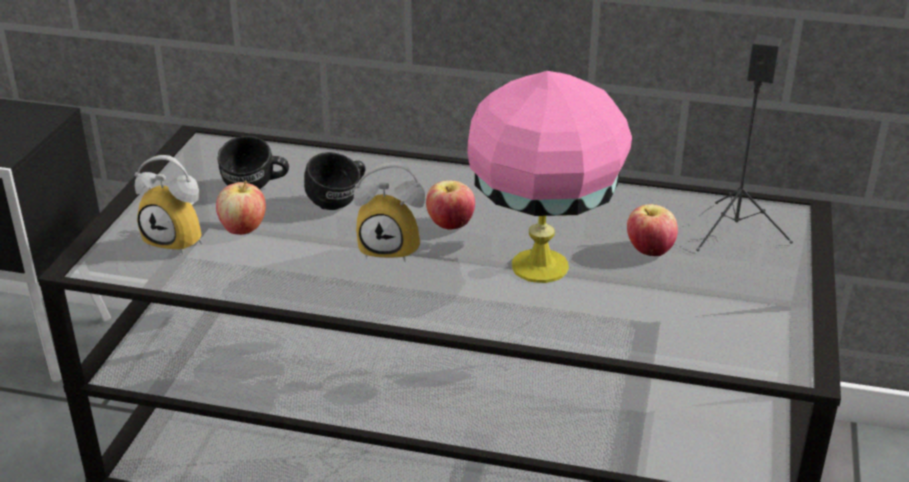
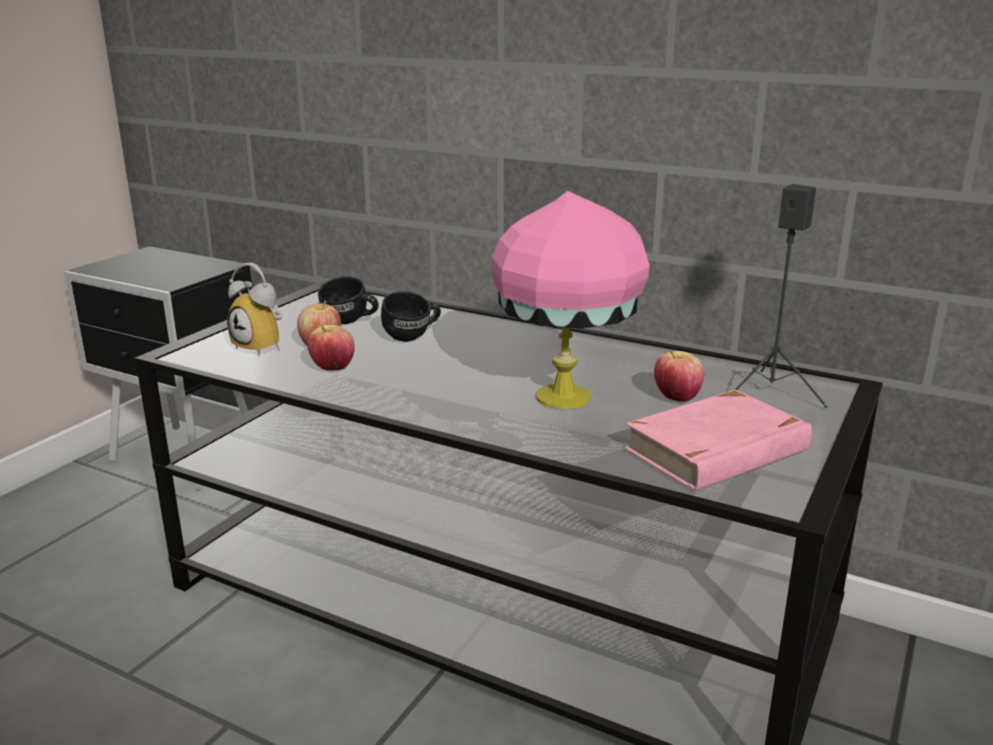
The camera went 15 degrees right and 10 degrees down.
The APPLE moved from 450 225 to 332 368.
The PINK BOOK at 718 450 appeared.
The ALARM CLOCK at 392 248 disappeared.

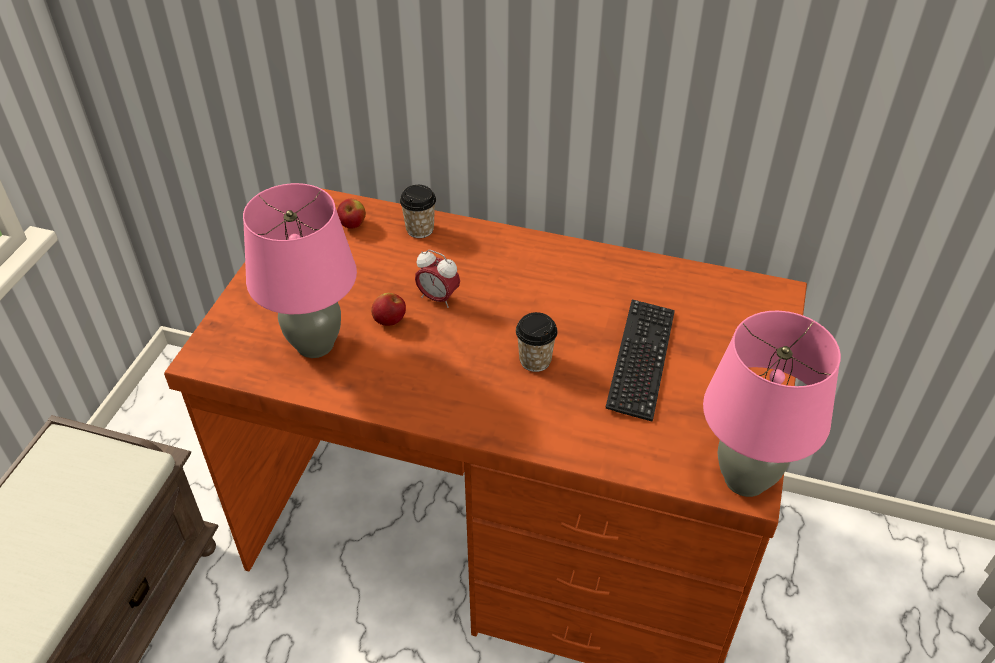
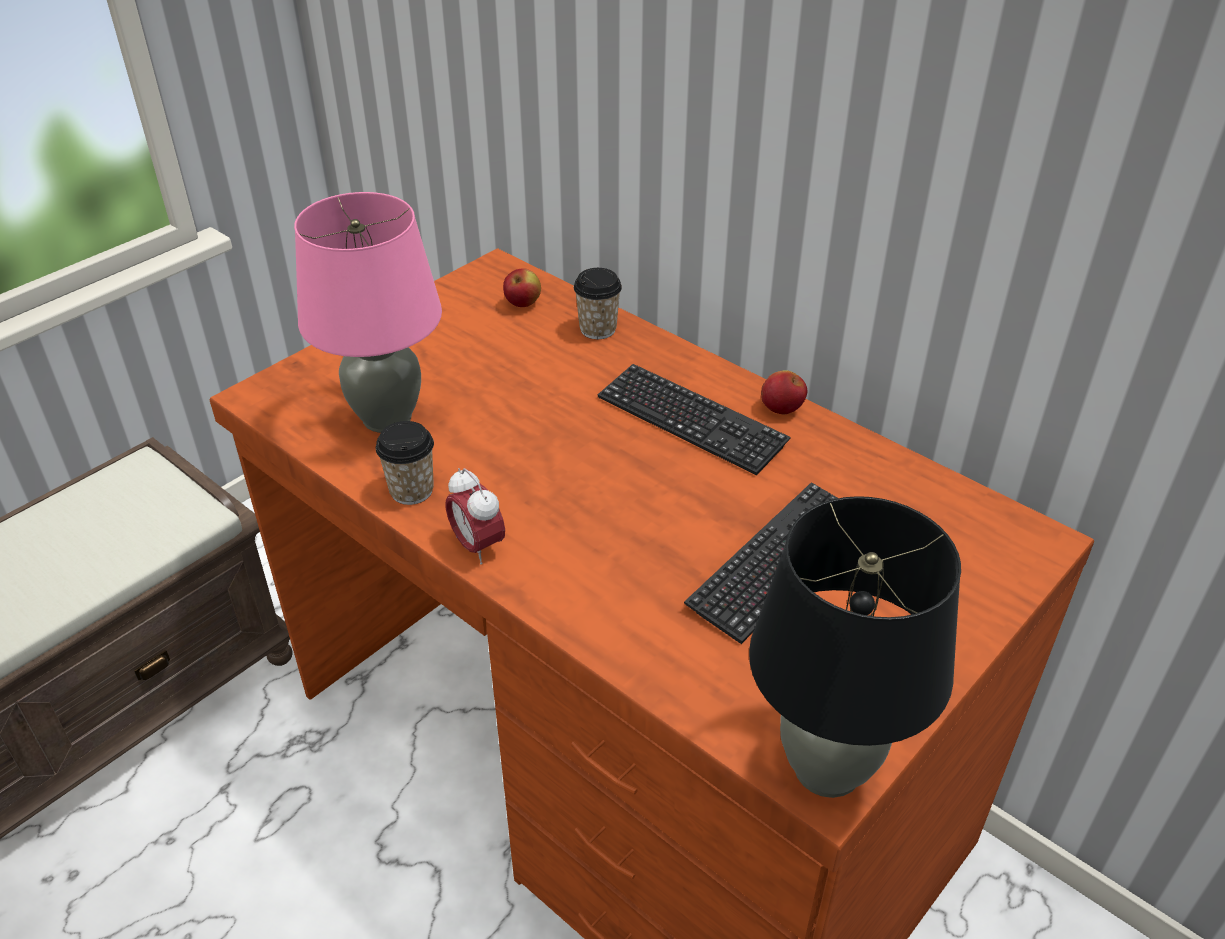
The camera went 25 degrees right and 5 degrees down.
The CUP moved from 535 360 to 411 490.
The ALARM CLOCK moved from 438 298 to 478 546.
The KEYBOARD at 691 421 appeared.
The PINK TABLE LAMP at 746 479 became the BLACK TABLE LAMP at 828 770.
The APPLE moved from 389 321 to 781 409.

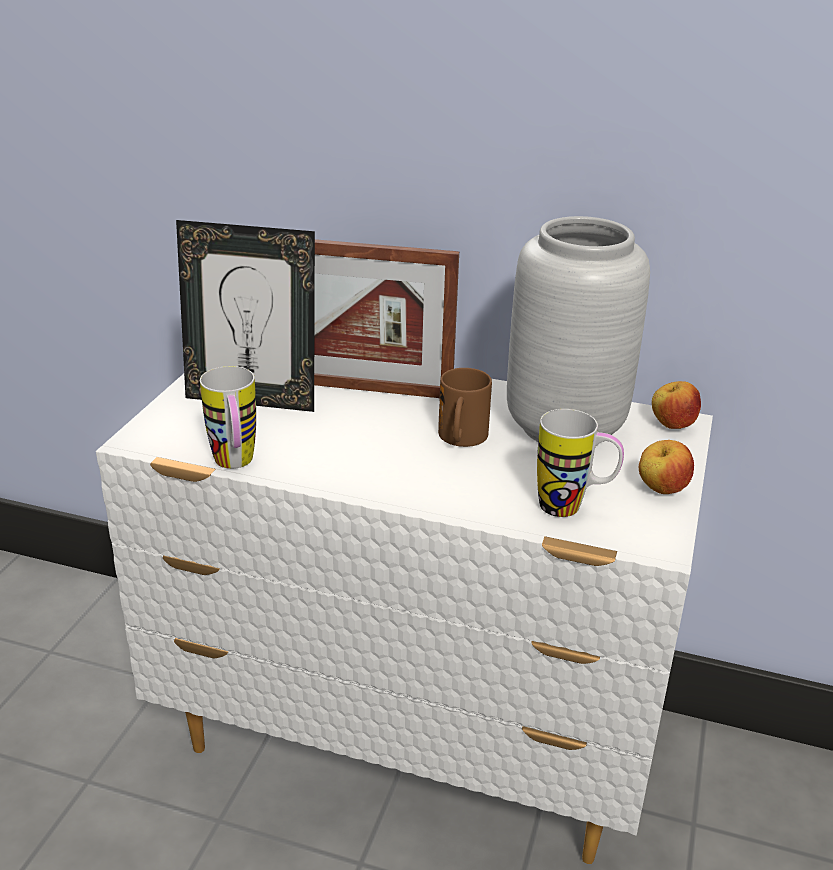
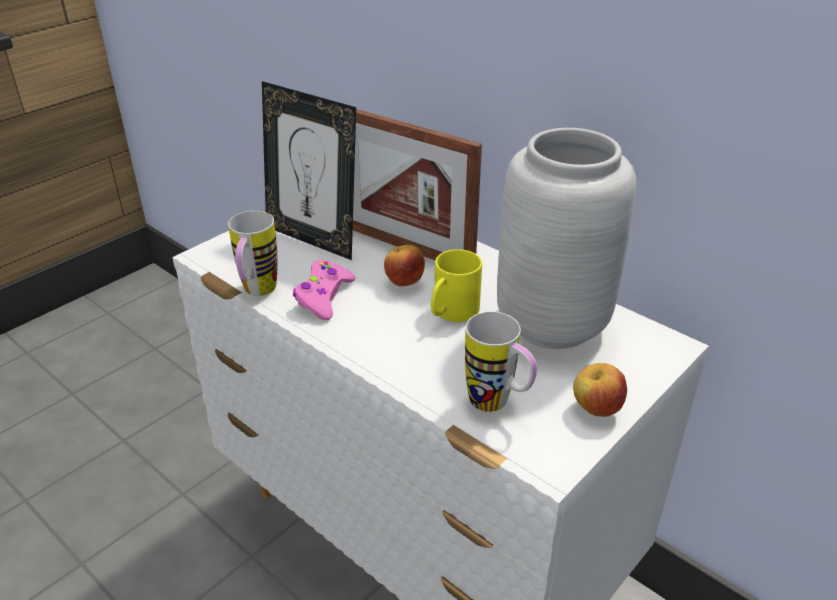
The camera went 25 degrees right and 5 degrees up.
The PINK GAME CONTROLLER at 324 297 appeared.
The APPLE moved from 672 426 to 404 283.
The BROWN MUG at 461 439 became the YELLOW MUG at 451 313.

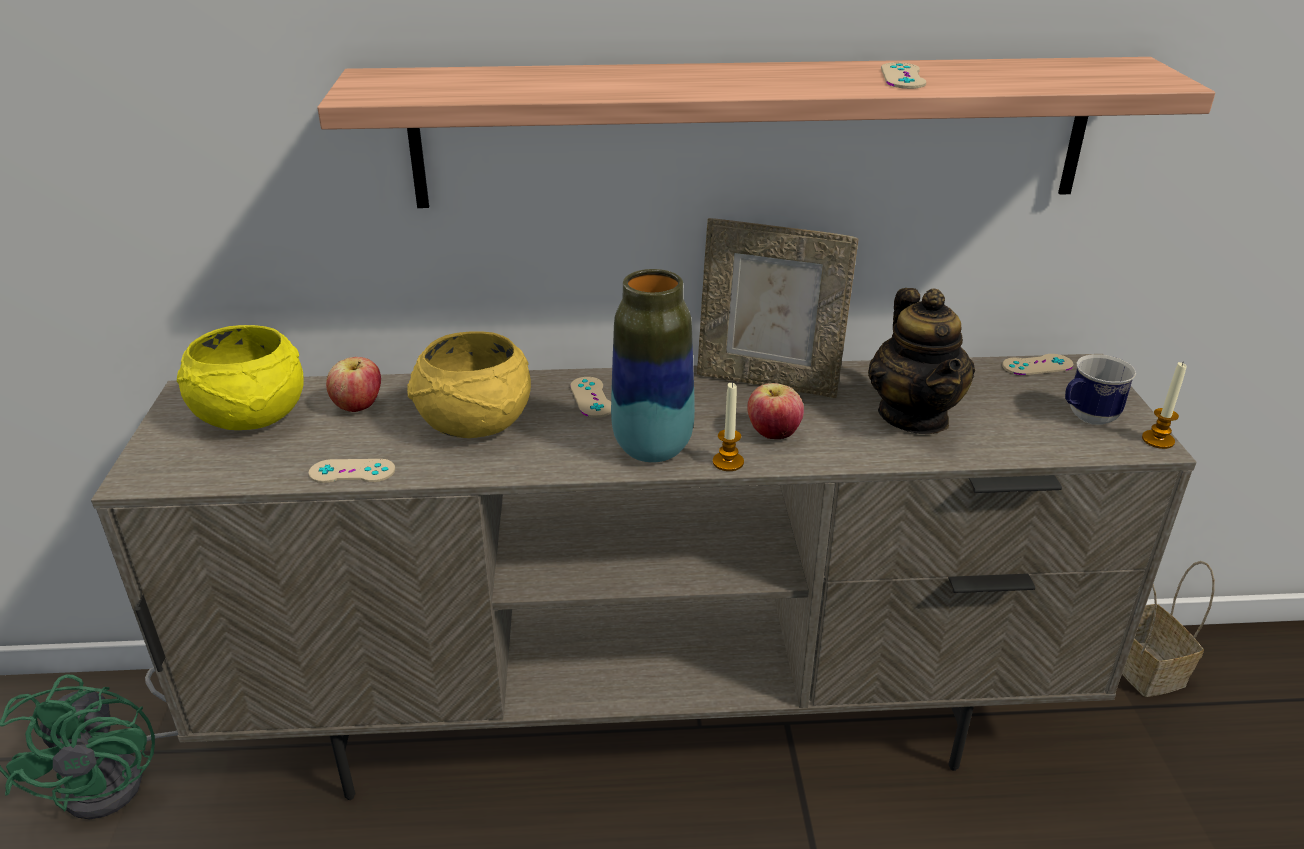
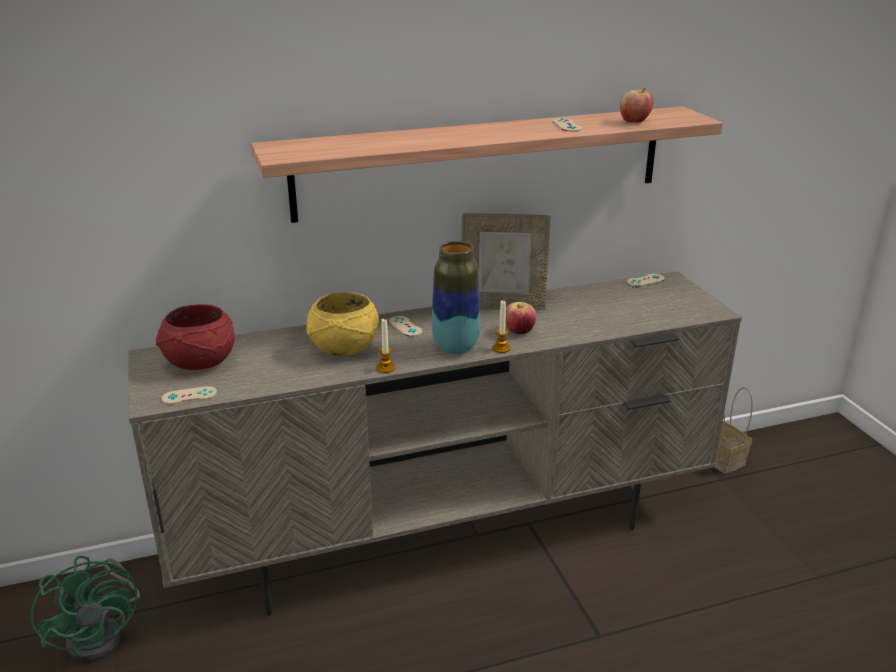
The camera went 15 degrees left and 5 degrees down.
The YELLOW BOWL at 250 417 became the RED BOWL at 199 362.
The BEIGE GAME CONTROLLER moved from 352 471 to 189 396.
The CANDLE moved from 1158 440 to 385 368.
The APPLE moved from 358 406 to 634 122.
The TEAPOT at 914 416 disappeared.
The MUG at 1086 418 disappeared.

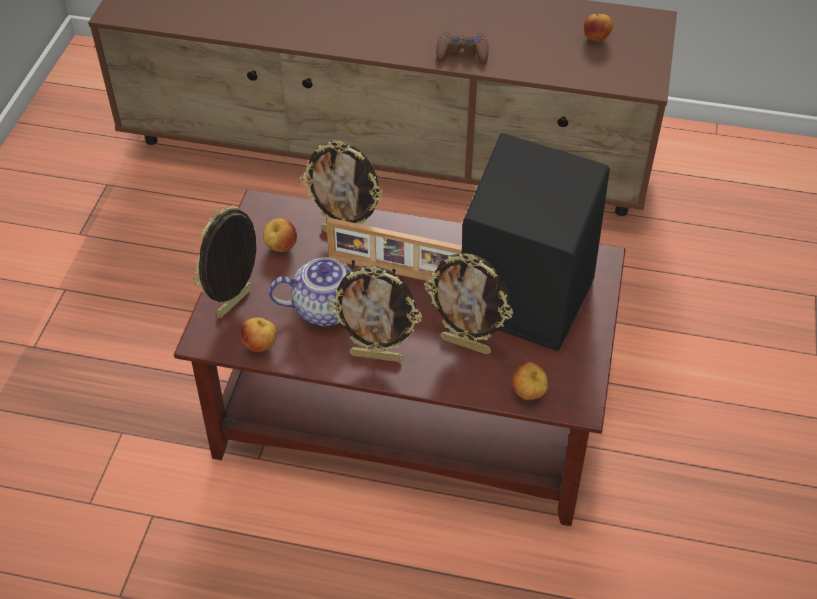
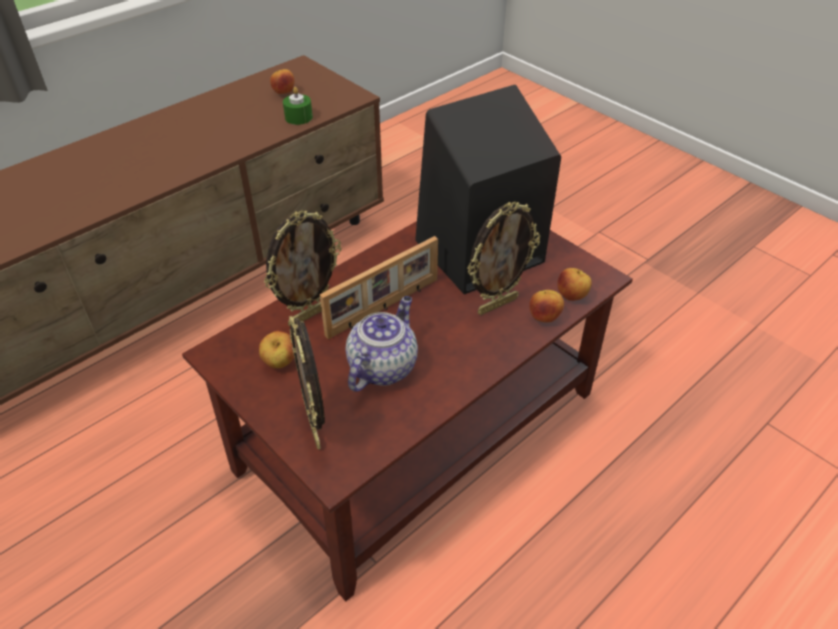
The camera went 55 degrees left and 5 degrees down.
The GREEN CANDLE at 298 117 appeared.
The APPLE moved from 261 346 to 544 317.
The PICTURE FRAME at 377 356 disappeared.
The BROWN GAME CONTROLLER at 462 53 disappeared.

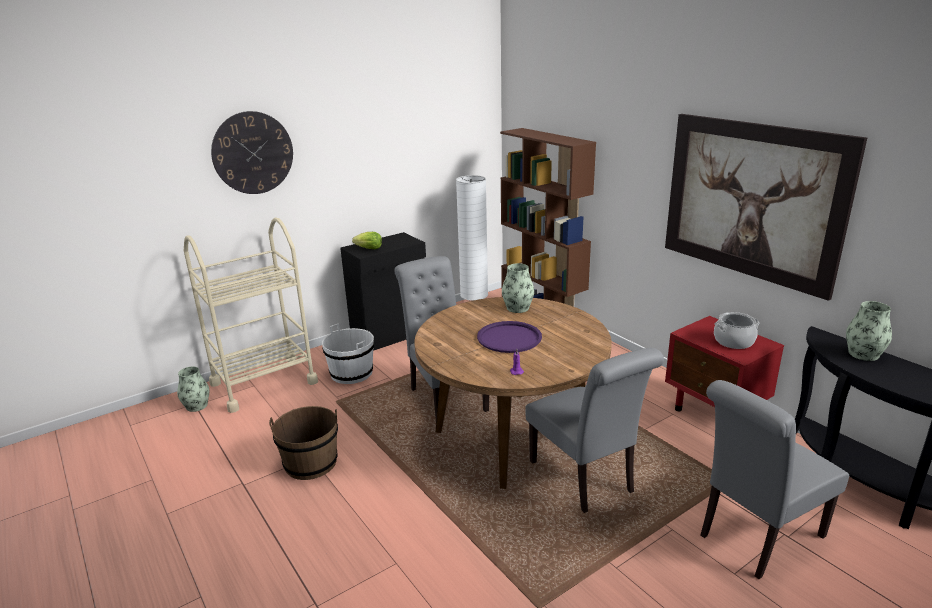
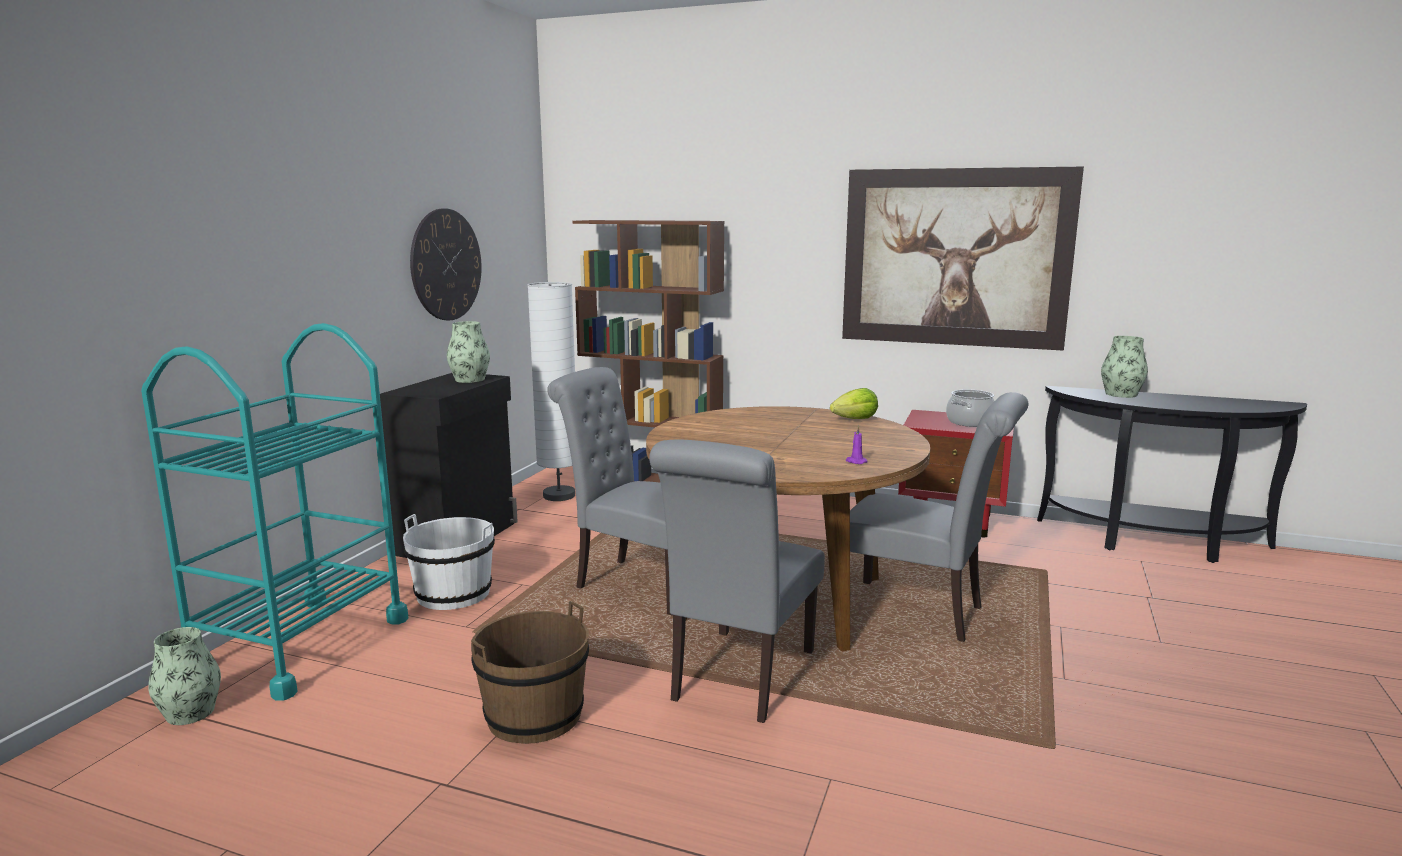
The camera went 35 degrees left and 10 degrees down.
The BEIGE CART at 264 383 became the TURQUOISE CART at 301 645.
The WALL CLOCK moved from 253 153 to 446 265.
The VASE moved from 518 308 to 470 379.
The GREY CHAIR moved from 755 538 to 738 679.
The LETTUCE moved from 369 249 to 855 419.
The PURPLE TRAY at 509 338 disappeared.

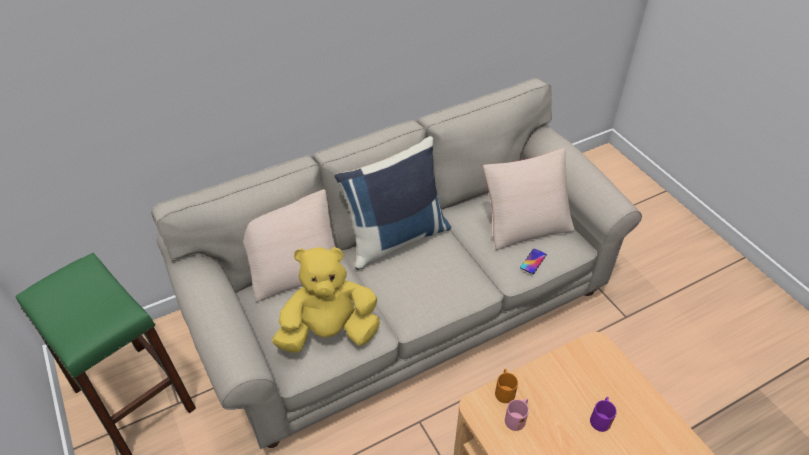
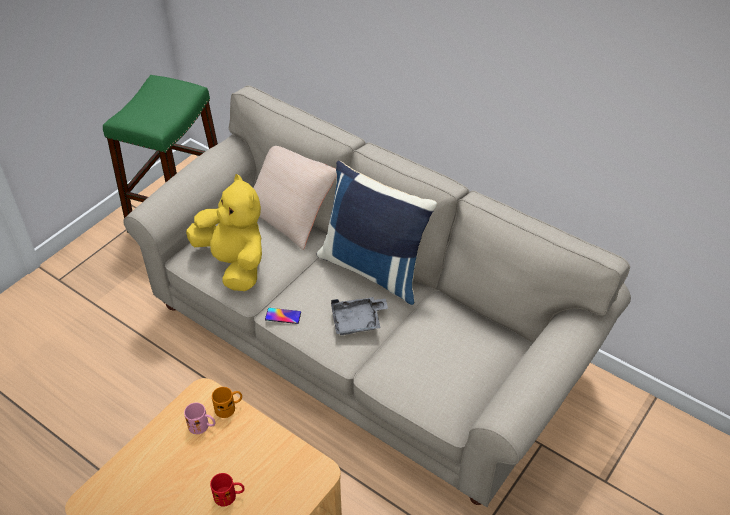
The camera went 65 degrees right and 0 degrees up.
The PURPLE MUG at 600 418 became the RED MUG at 229 495.
The PHONE moved from 533 261 to 283 316.
The GREY TRAY at 358 321 appeared.
The BEIGE PILLOW at 525 223 disappeared.

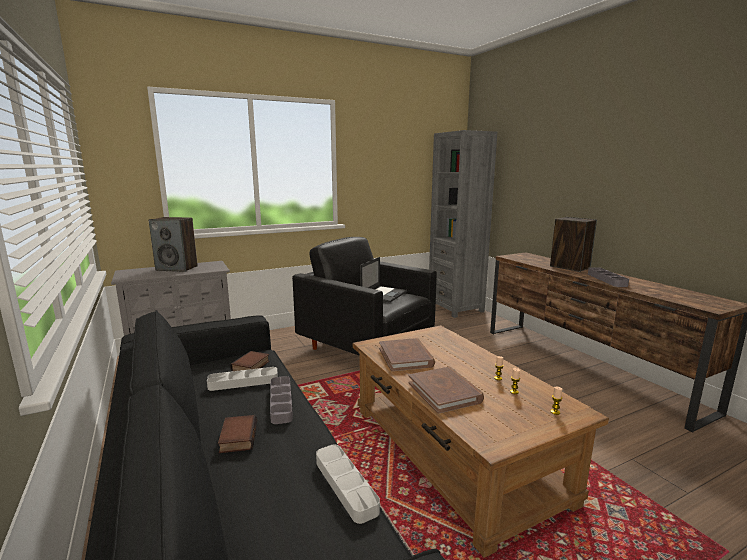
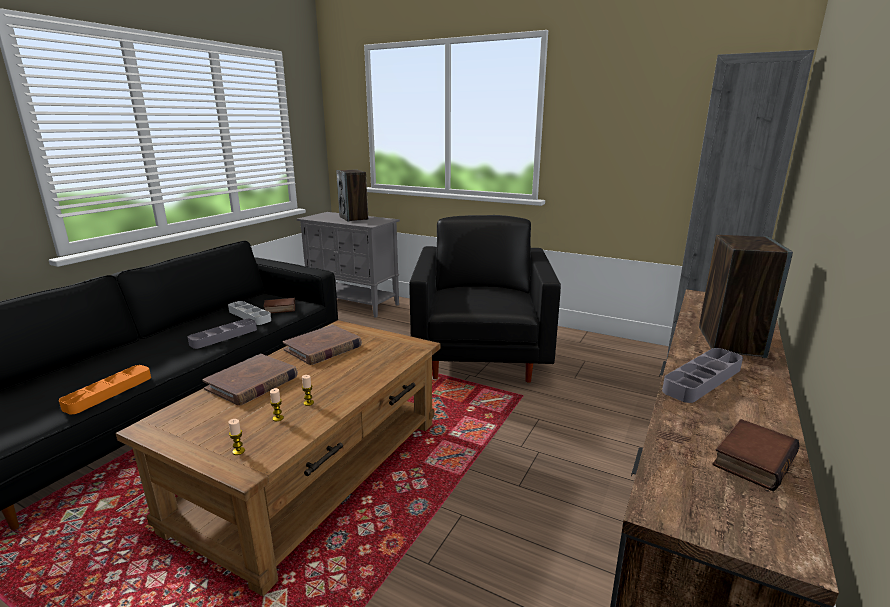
The camera went 55 degrees right and 5 degrees up.
The GREY TRAY at 345 485 became the ORANGE TRAY at 109 392.
The BOOK moved from 237 437 to 751 459.
The LAPTOP at 384 294 disappeared.

